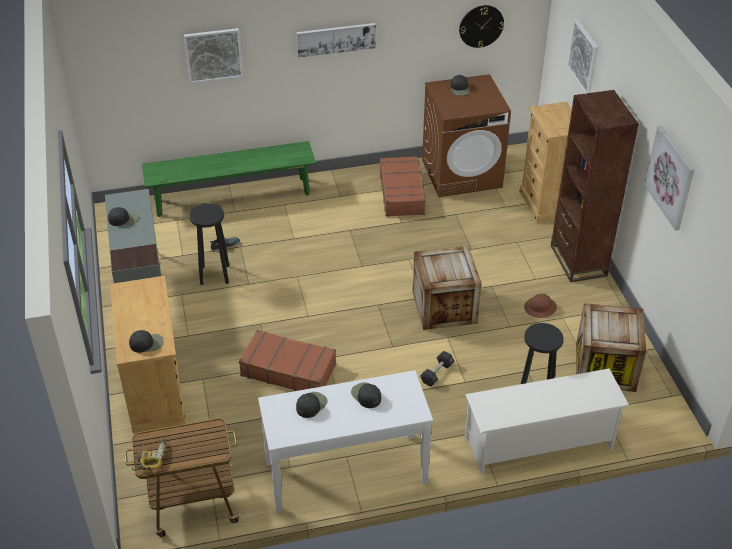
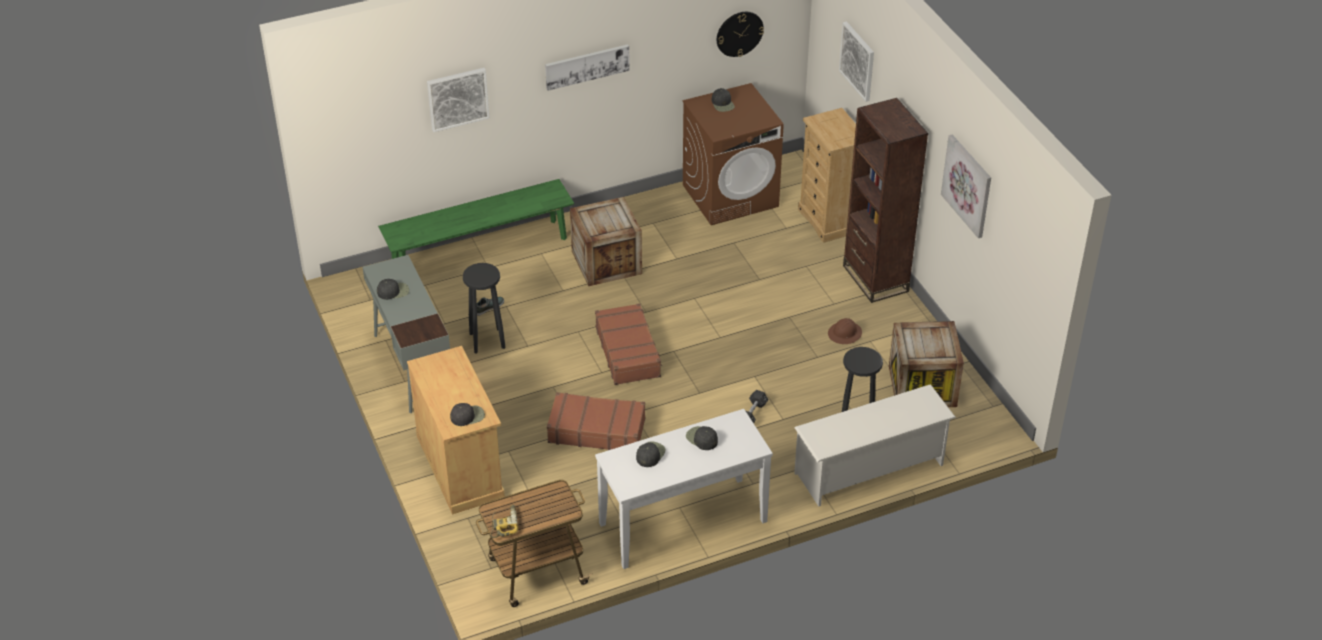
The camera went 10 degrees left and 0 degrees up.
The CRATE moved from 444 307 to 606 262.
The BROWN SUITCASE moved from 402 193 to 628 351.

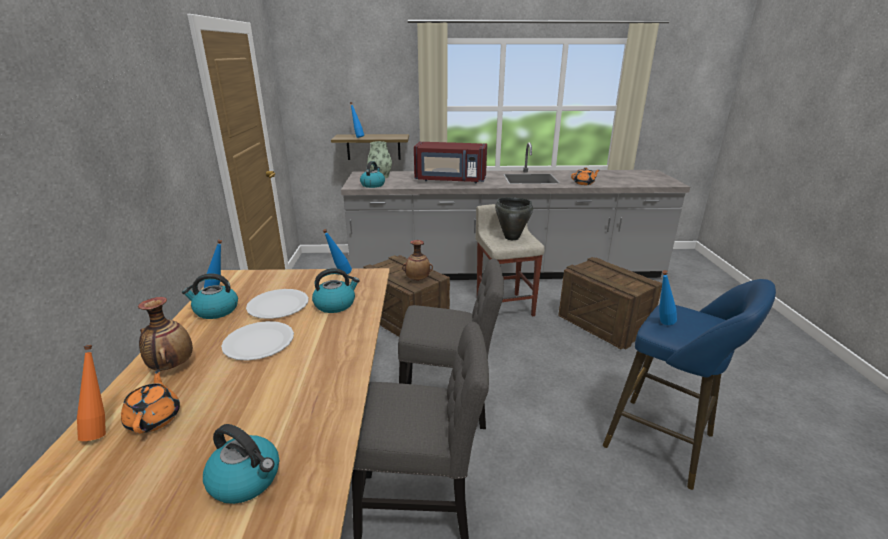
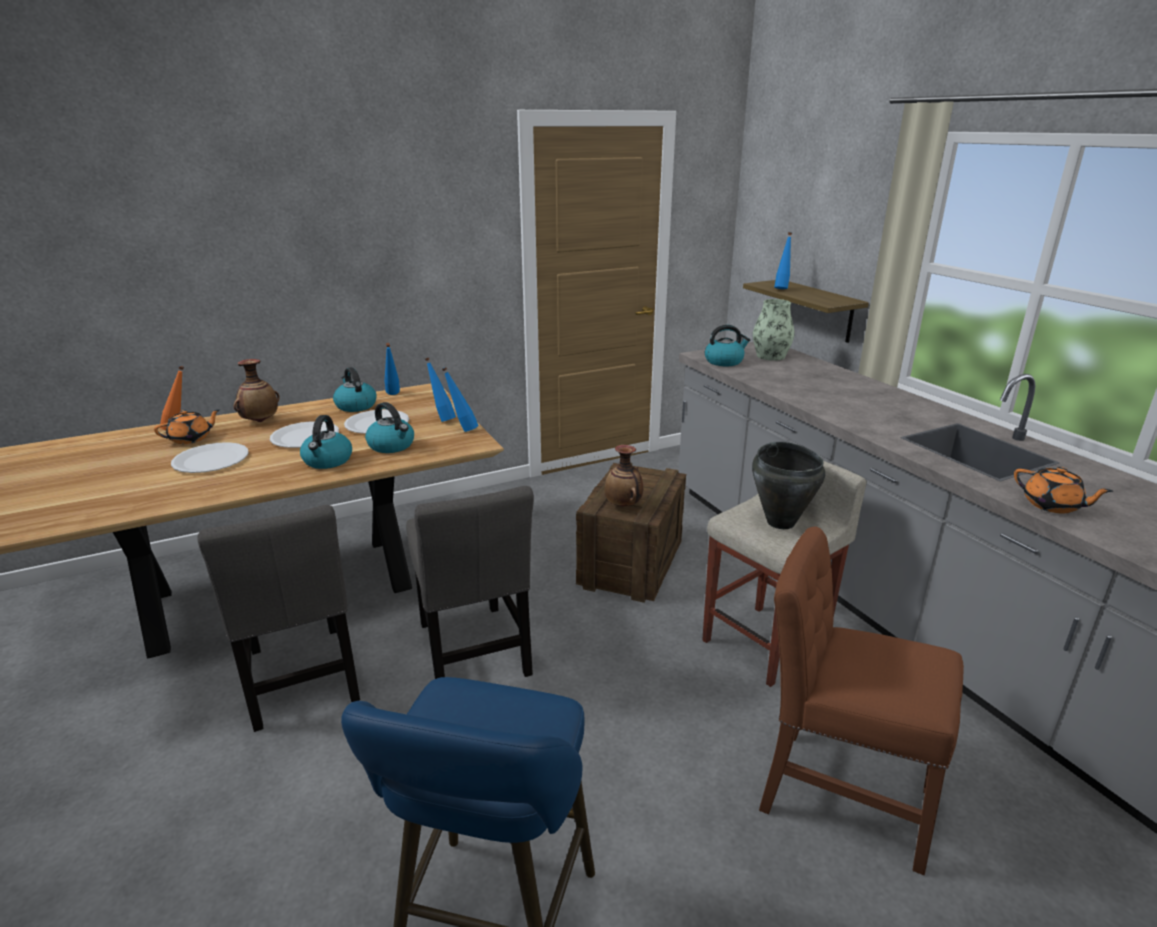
The camera went 65 degrees right and 0 degrees up.
The WHITE PLATE at 211 460 appeared.
The KETTLE moved from 246 479 to 327 461.
The BLUE BOTTLE moved from 661 324 to 442 419.
The CRATE at 603 324 was replaced by the BROWN CHAIR at 837 793.
The RED MICROWAVE at 450 180 disappeared.

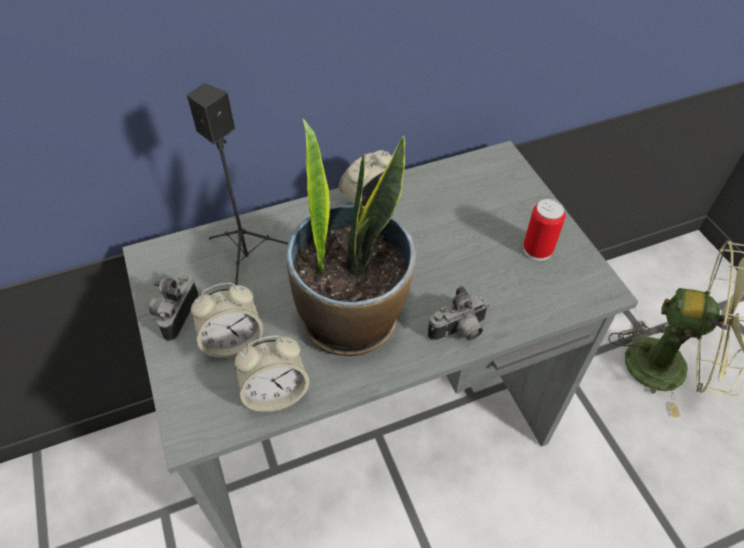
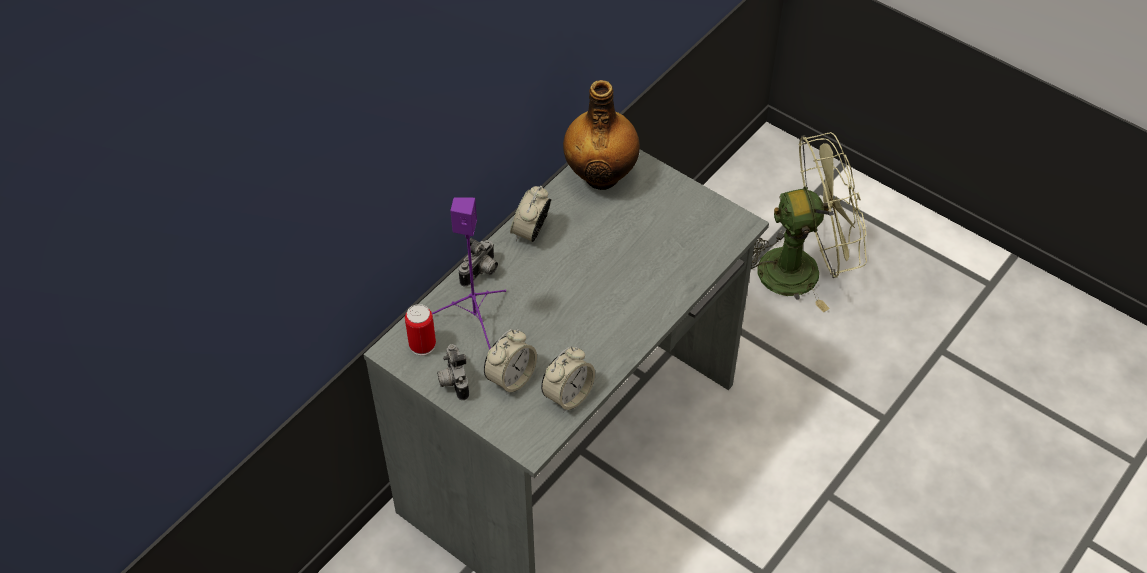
The camera went 30 degrees left and 0 degrees up.
The CAN moved from 537 249 to 422 345.
The BLACK SPEAKER at 249 262 became the PURPLE SPEAKER at 475 319.
The PHOTO CAMERA moved from 459 332 to 481 273.
The BOTTLE at 601 175 appeared.
The POTTED PLANT at 351 317 disappeared.

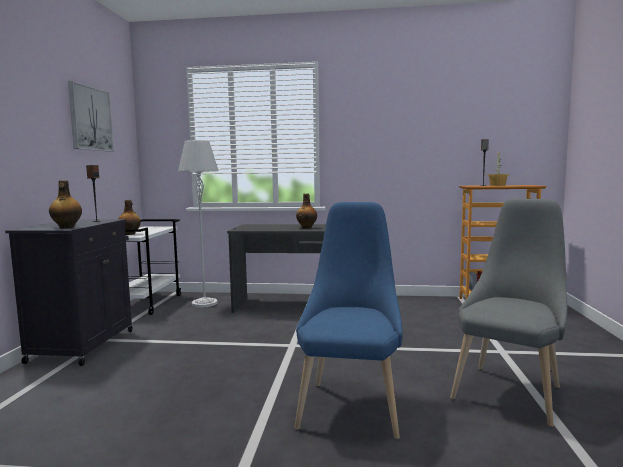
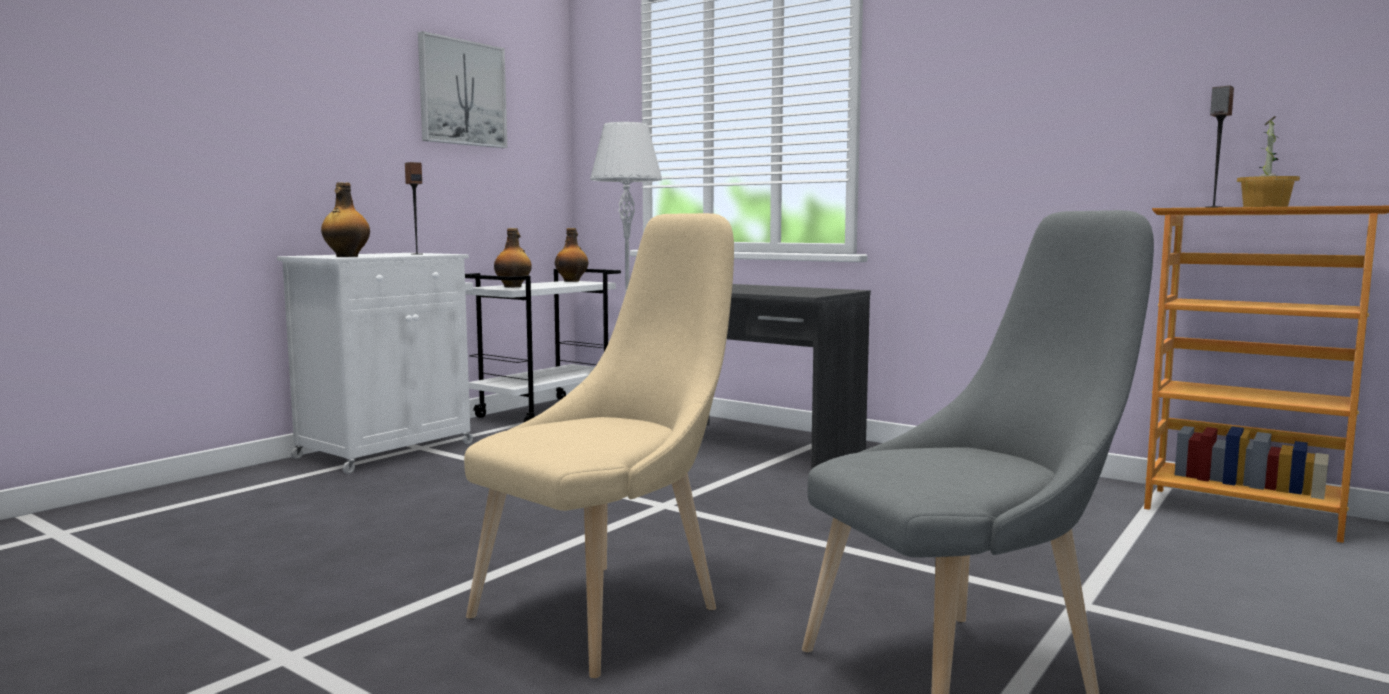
The camera went 30 degrees right and 0 degrees up.
The BLACK CABINET at 83 345 became the WHITE CABINET at 388 450.
The BLUE CHAIR at 351 404 became the BEIGE CHAIR at 609 610.
The BOTTLE moved from 307 227 to 572 281.

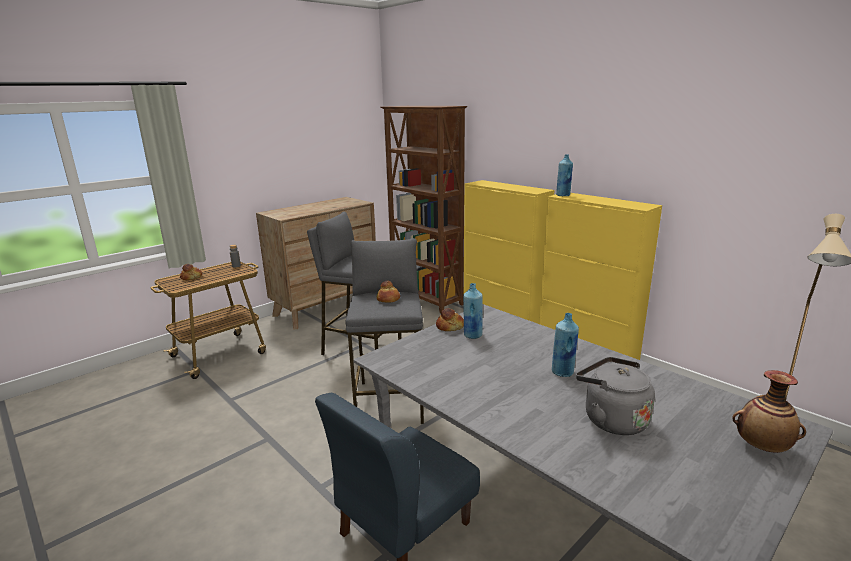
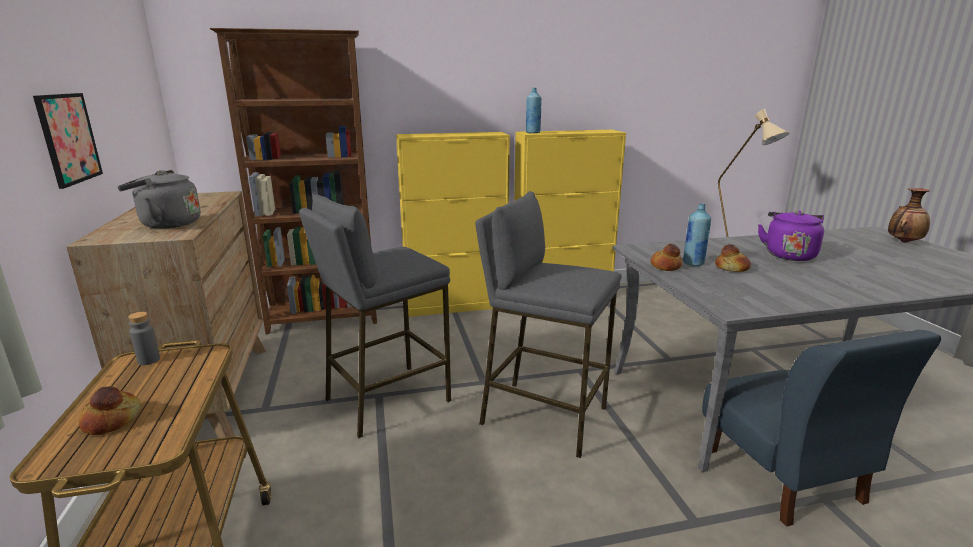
The camera went 60 degrees left and 0 degrees up.
The PICTURE at 69 138 appeared.
The GREY KETTLE moved from 611 419 to 167 224.
The BREAD moved from 388 299 to 732 268.
The BLUE BOTTLE at 563 372 was replaced by the PURPLE KETTLE at 788 255.

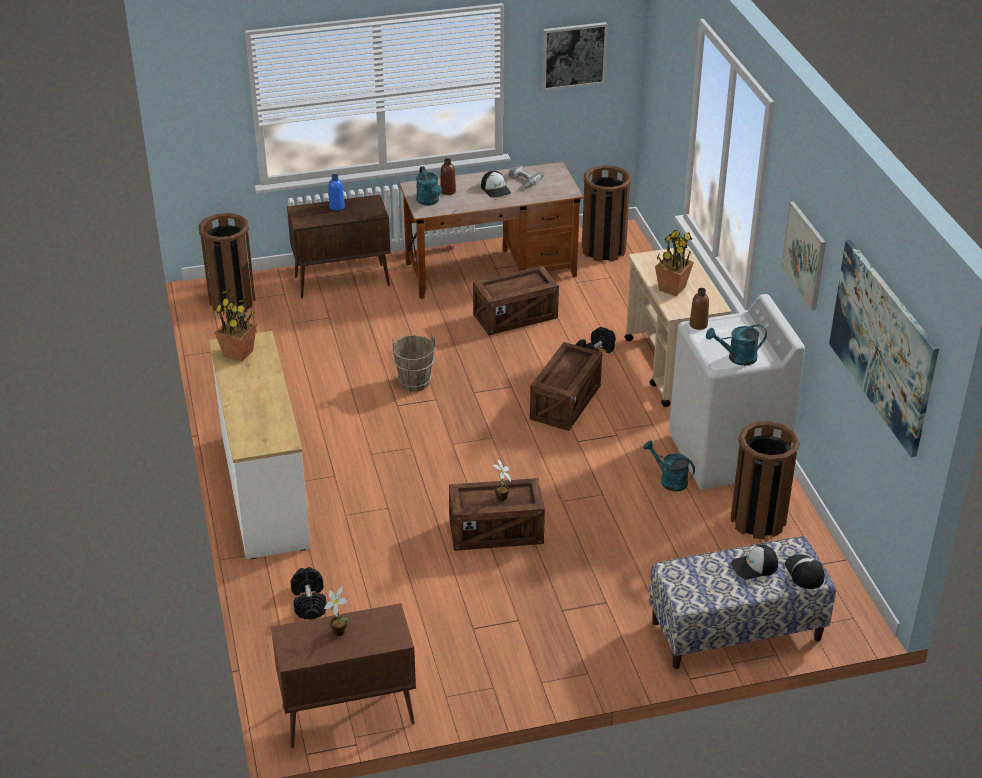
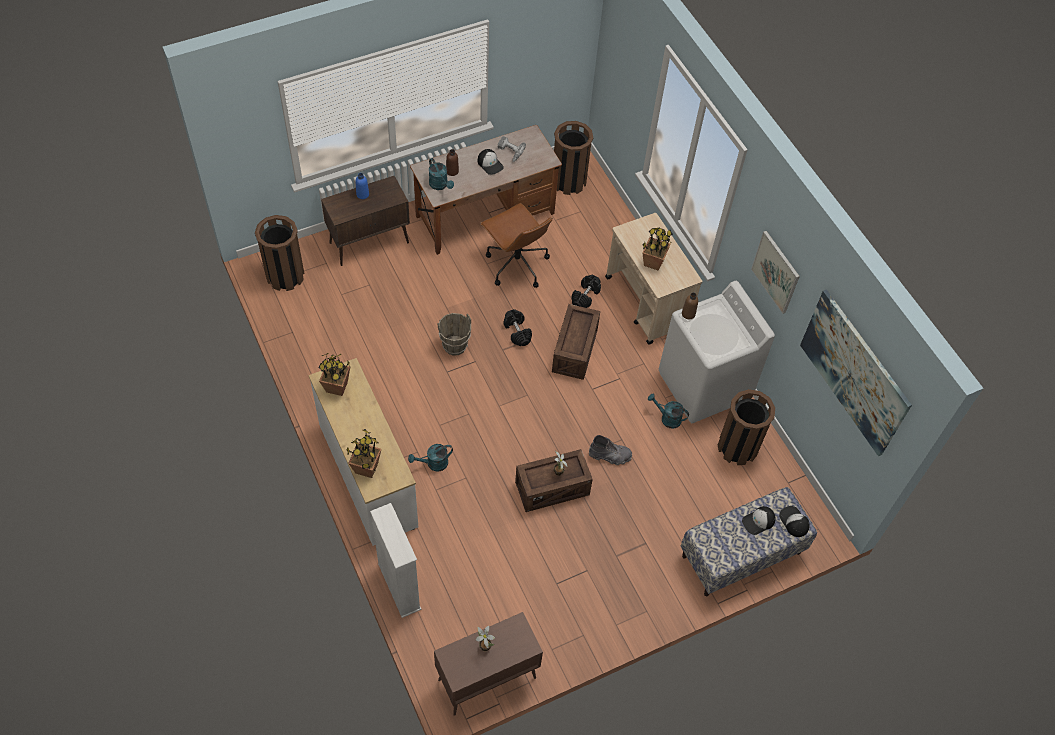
The camera went 15 degrees left and 20 degrees up.
The POTTED PLANT at 366 468 appeared.
The WHITE BOOKCASE at 399 587 appeared.
The TURQUOISE WATERING CAN moved from 737 358 to 433 464.
The CRATE at 515 317 was replaced by the BROWN OFFICE CHAIR at 516 264.
The BLACK DUMBBELL moved from 309 602 to 517 332.
The GREY BOOT at 610 455 appeared.
The PICTURE at 573 55 disappeared.

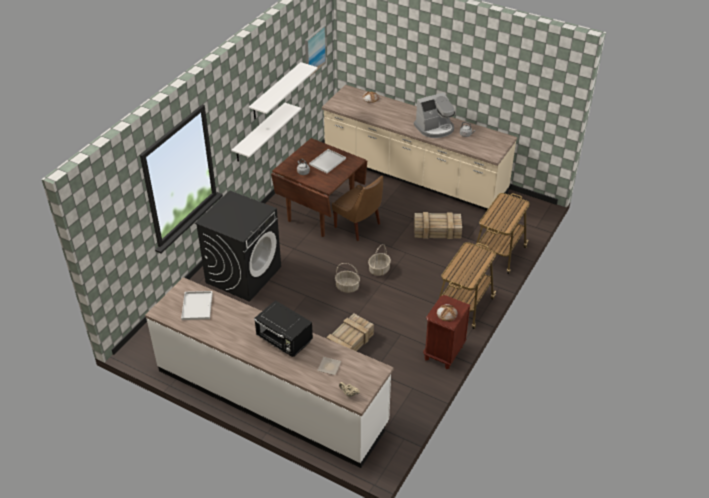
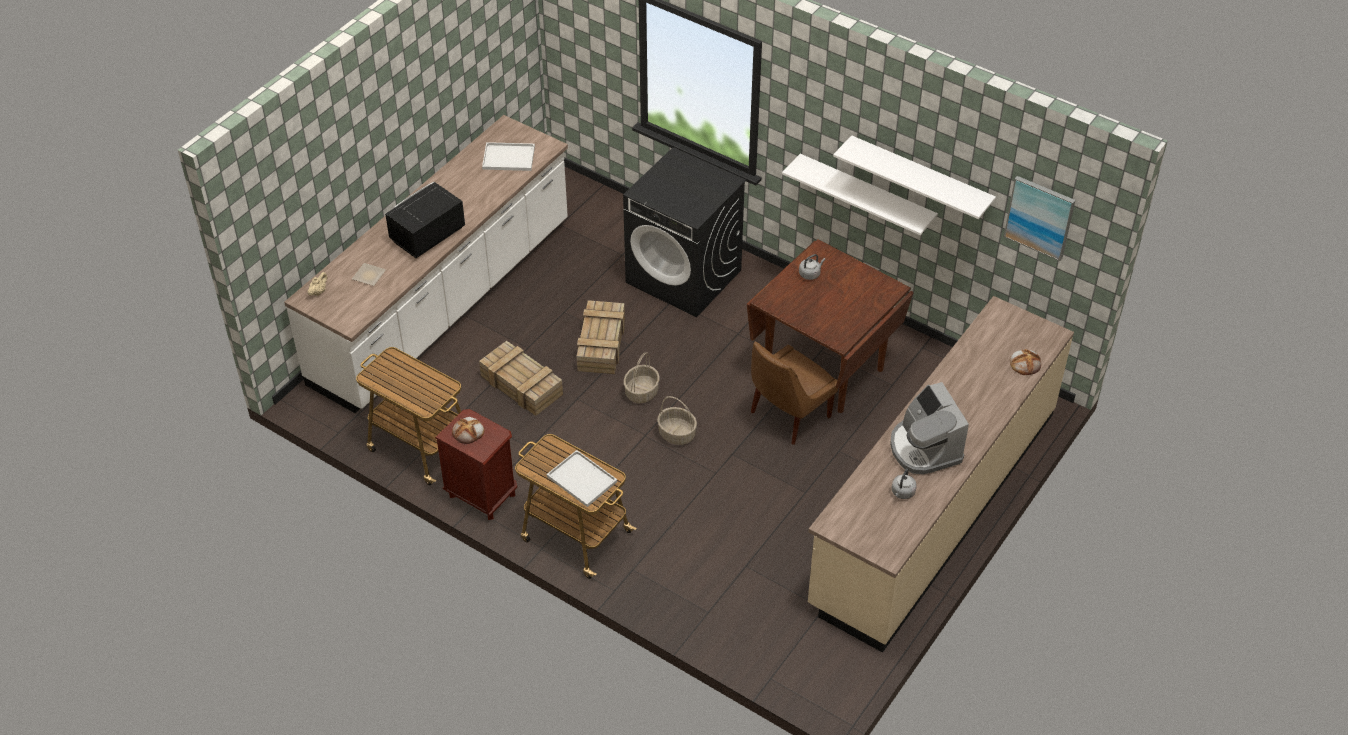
The camera went 95 degrees right and 5 degrees up.
The CART moved from 498 254 to 419 445.
The WHITE TRAY moved from 327 161 to 583 479.
The CRATE moved from 438 230 to 601 345.

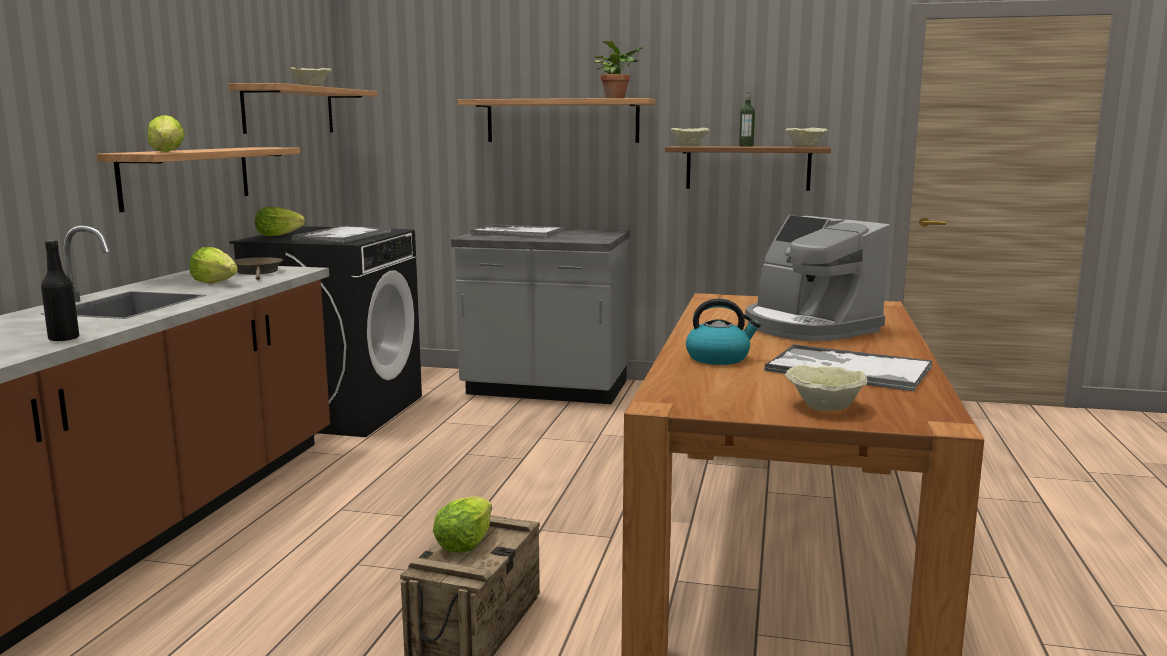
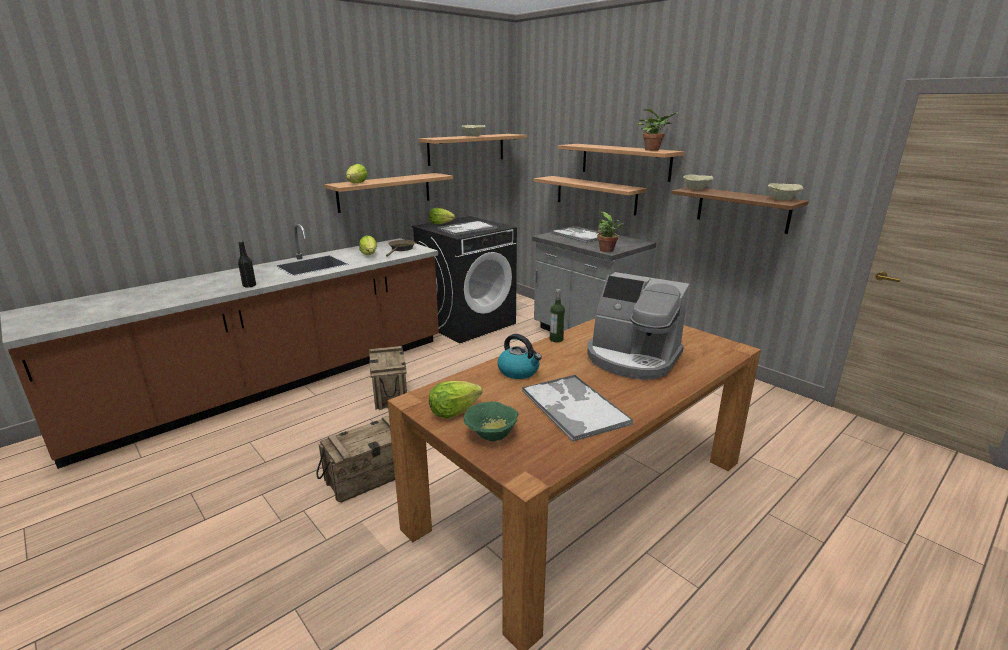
The camera went 35 degrees right and 10 degrees up.
The CRATE at 390 392 appeared.
The LETTUCE moved from 464 544 to 453 411.
The BEIGE BOWL at 823 406 became the GREEN BOWL at 491 434.
The SHELF at 595 195 appeared.
The BOTTLE moved from 746 146 to 556 339.
The COFFEE MACHINE at 808 327 turned 60 degrees counterclockwise.
The POTTED PLANT at 608 251 appeared.

